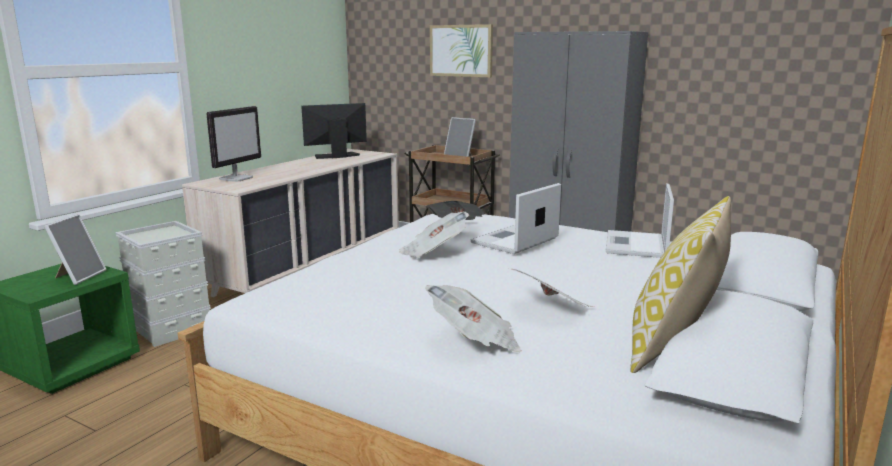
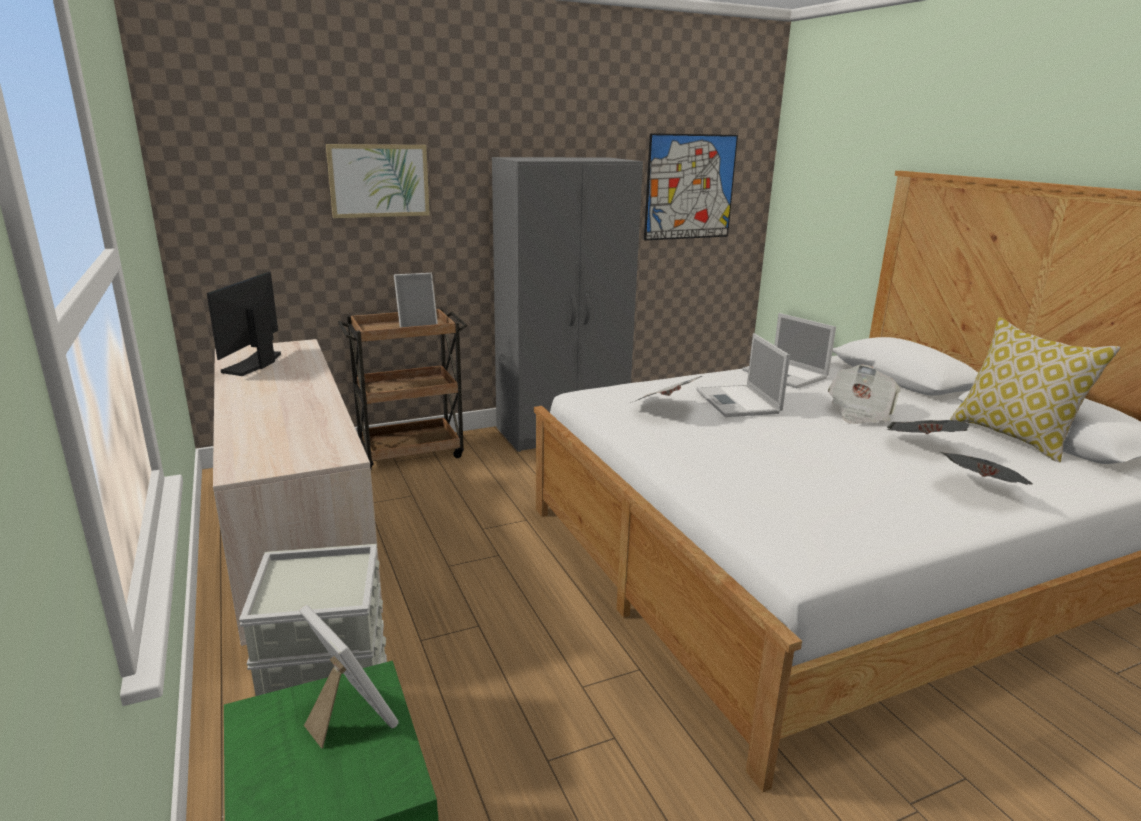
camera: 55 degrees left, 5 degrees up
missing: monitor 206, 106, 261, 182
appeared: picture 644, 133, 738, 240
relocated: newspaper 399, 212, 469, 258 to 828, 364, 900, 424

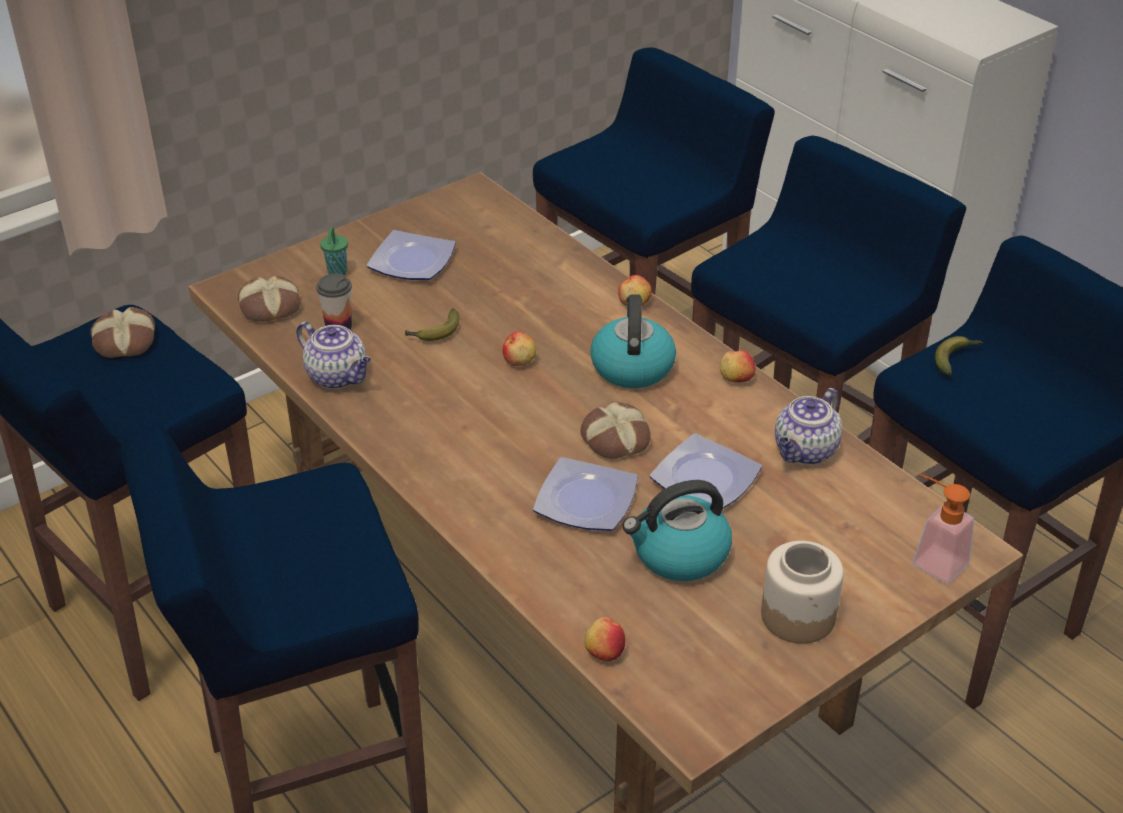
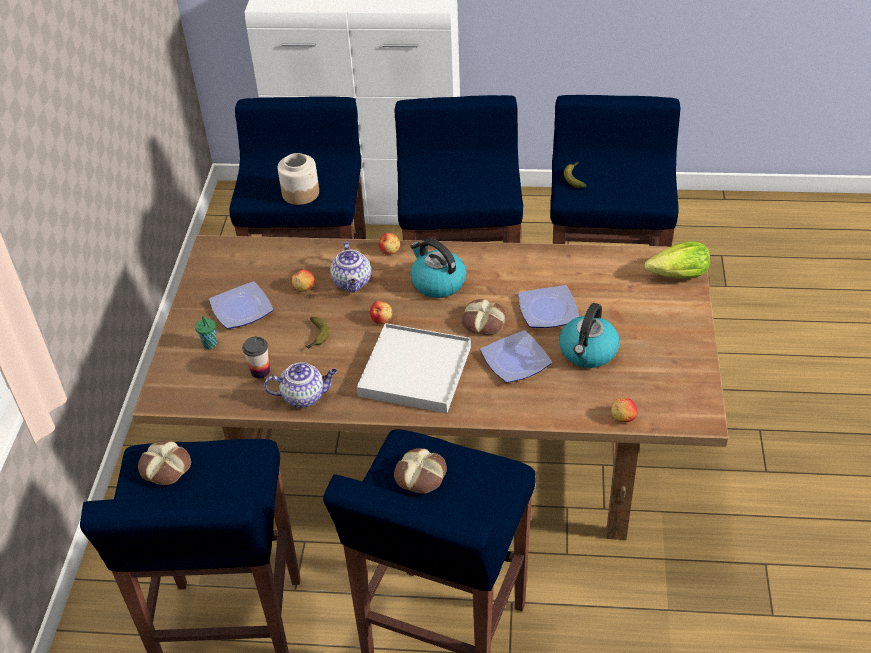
camera: 45 degrees left, 5 degrees up
appeared: white tray 357, 323, 471, 413
relocated: bread 238, 276, 300, 322 to 394, 448, 447, 494; apple 720, 350, 755, 382 to 292, 269, 315, 292; teapot 775, 388, 842, 465 to 330, 242, 371, 293; jar 761, 541, 844, 644 to 278, 153, 319, 205
exchanged: soap dispenser 913, 474, 974, 583 to lettuce 645, 241, 710, 278

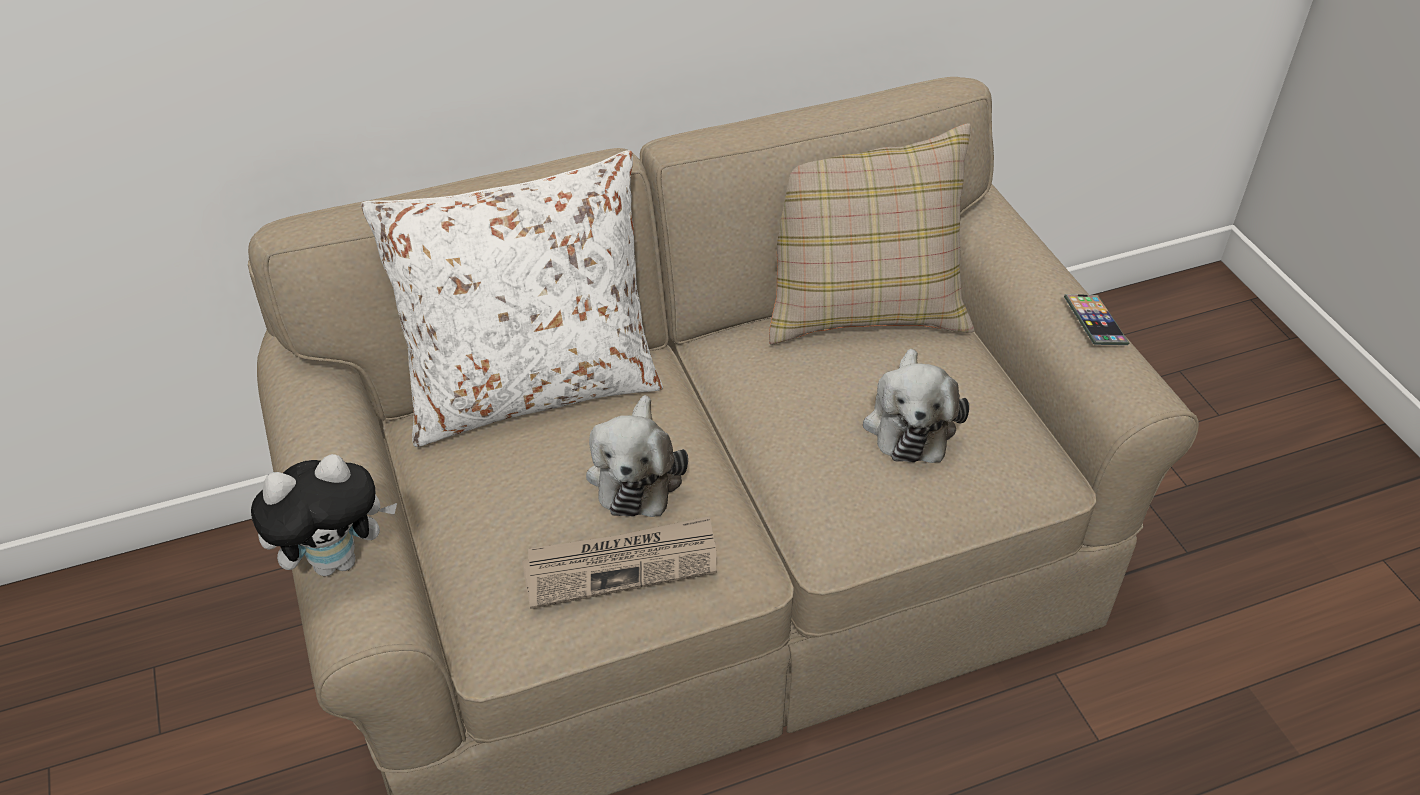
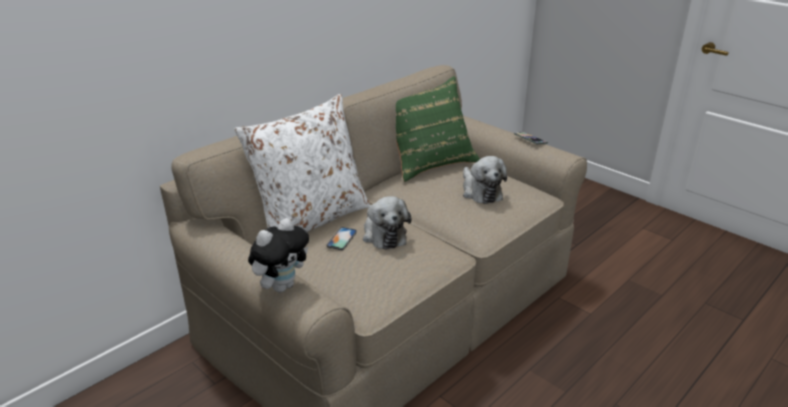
camera: 25 degrees left, 15 degrees down
missing: newspaper 522, 516, 717, 609
appeared: phone 327, 227, 357, 250
colour: beige pillow 769, 124, 975, 345 to green pillow 396, 76, 480, 182

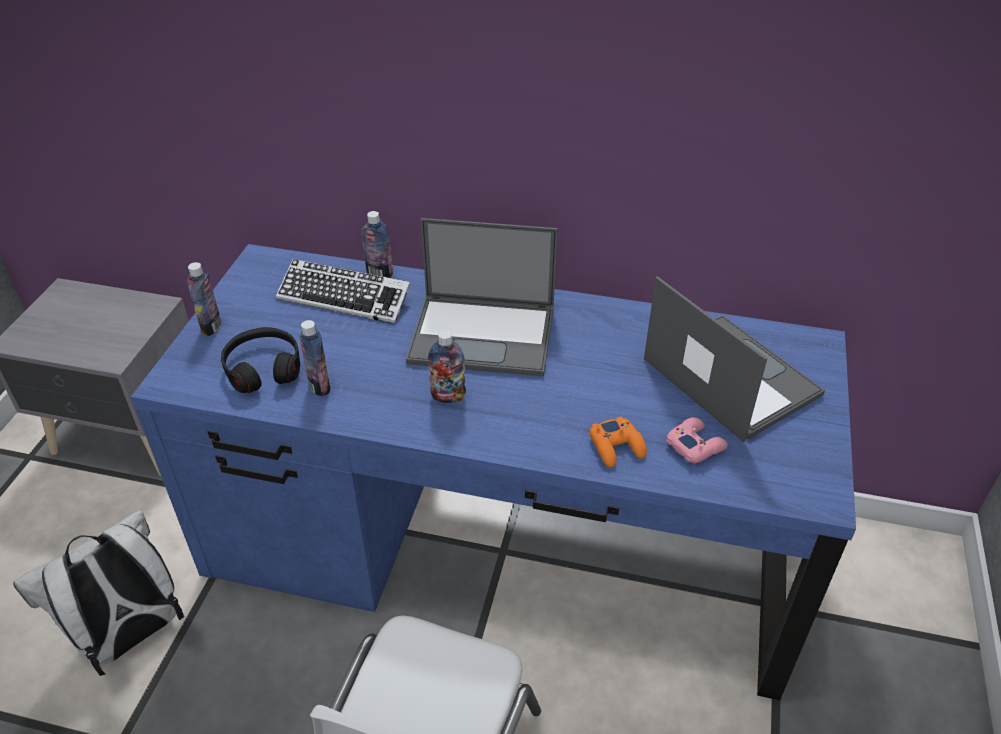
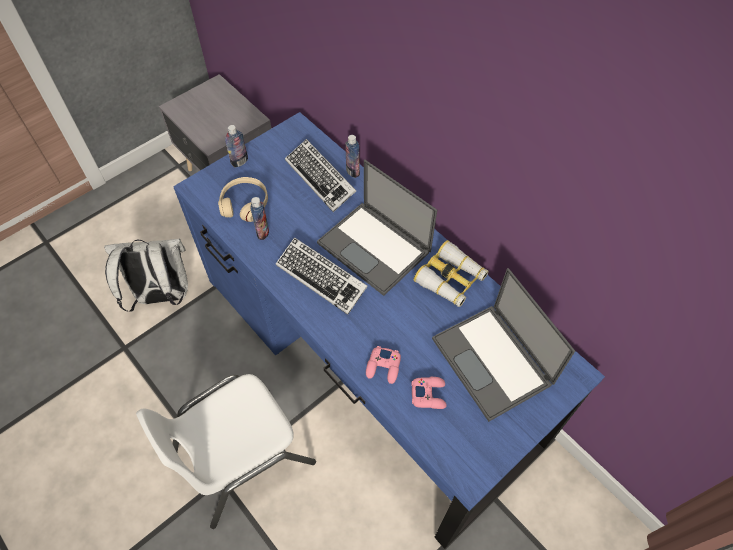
camera: 35 degrees right, 15 degrees up
appeared: binoculars 414, 240, 489, 307
exchanged: bottle 428, 330, 466, 403 to keyboard 276, 237, 368, 315
colour: black headphones 221, 327, 300, 393 to beige headphones 218, 177, 268, 222; orange game controller 590, 417, 647, 467 to pink game controller 366, 346, 401, 384
spun: laptop 644, 276, 825, 442 = 432, 268, 575, 422 150 degrees clockwise

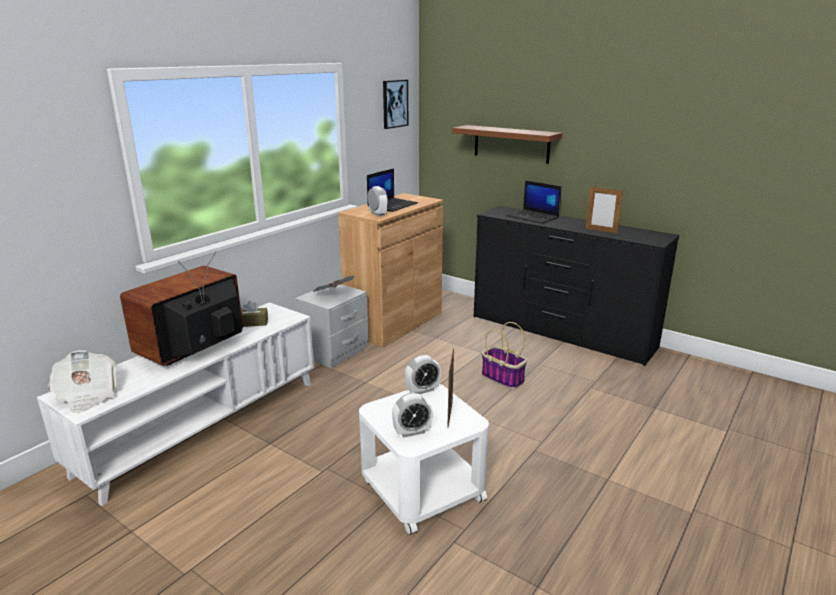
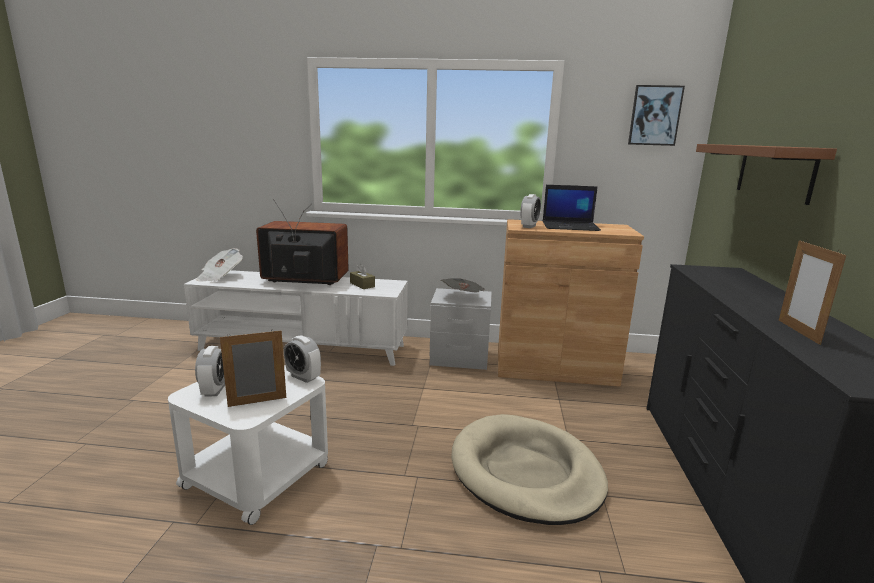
camera: 60 degrees right, 5 degrees down
missing: laptop 506, 181, 562, 224
exchanged: basket 482, 322, 527, 389 to beige dog bed 451, 414, 608, 525
spun: alarm clock 392, 393, 433, 438 = 195, 346, 225, 396 135 degrees counterclockwise

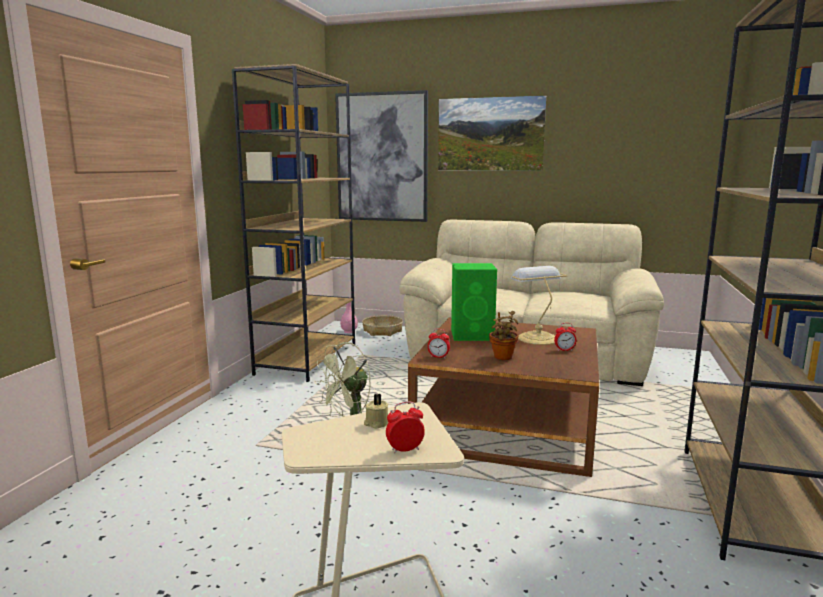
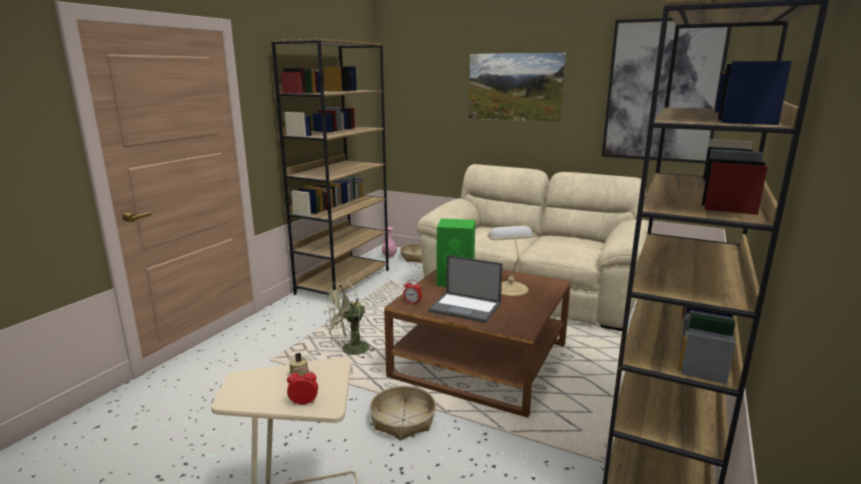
camera: 10 degrees right, 5 degrees up
missing: alarm clock 554, 323, 576, 351
appeared: basket 370, 386, 436, 440
relocated: picture 335, 90, 428, 222 to 602, 18, 732, 163
exchanged: potted plant 489, 311, 518, 360 to laptop 429, 255, 503, 323

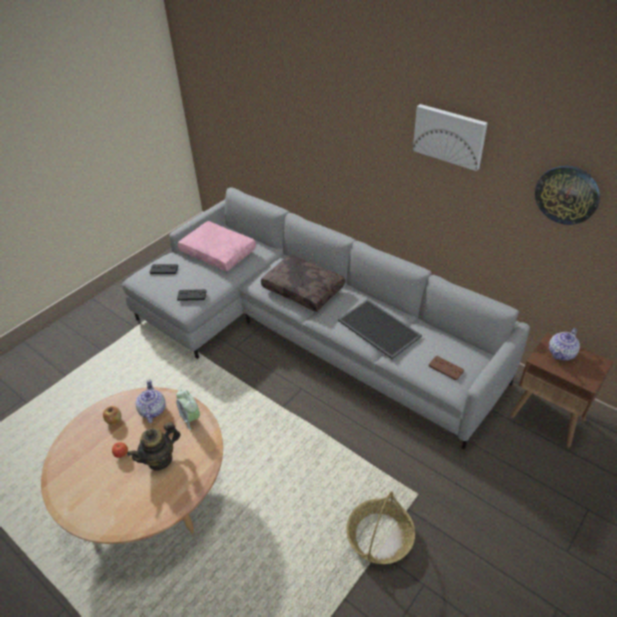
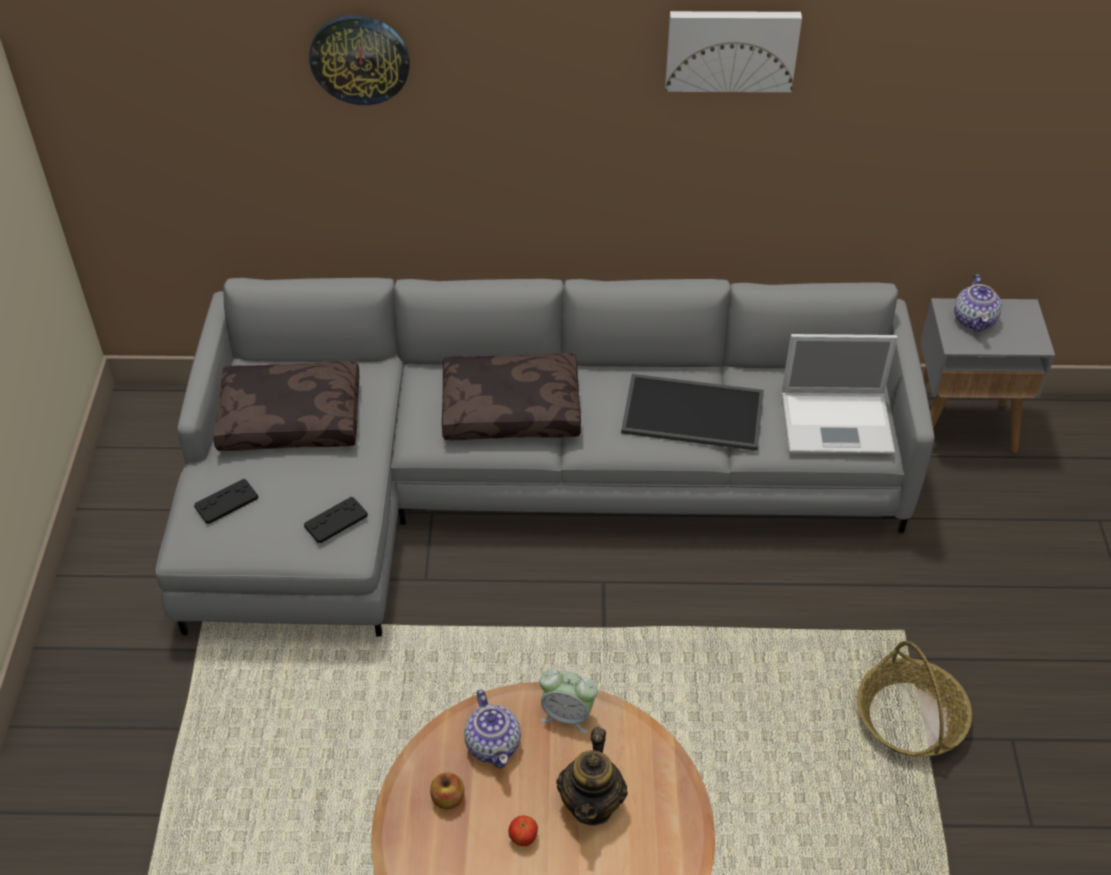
camera: 40 degrees left, 5 degrees up
relocated: wall clock 535, 166, 600, 225 to 309, 15, 410, 105
exchanged: brown game controller 429, 356, 464, 380 to laptop 782, 334, 898, 454
colour: pink pillow 178, 221, 256, 272 to brown pillow 213, 361, 359, 451; brown side table 510, 332, 613, 447 to grey side table 920, 298, 1055, 453
spun: teapot 136, 379, 166, 423 = 464, 689, 521, 768 150 degrees counterclockwise

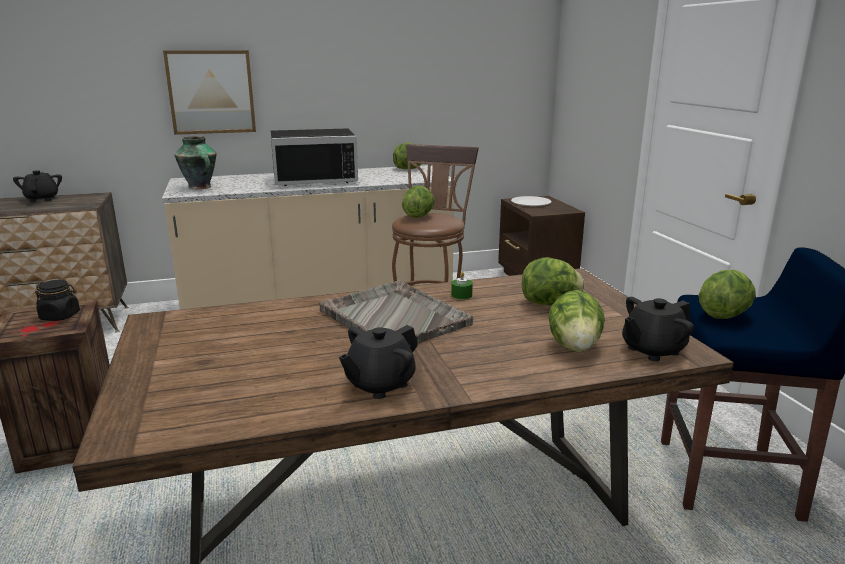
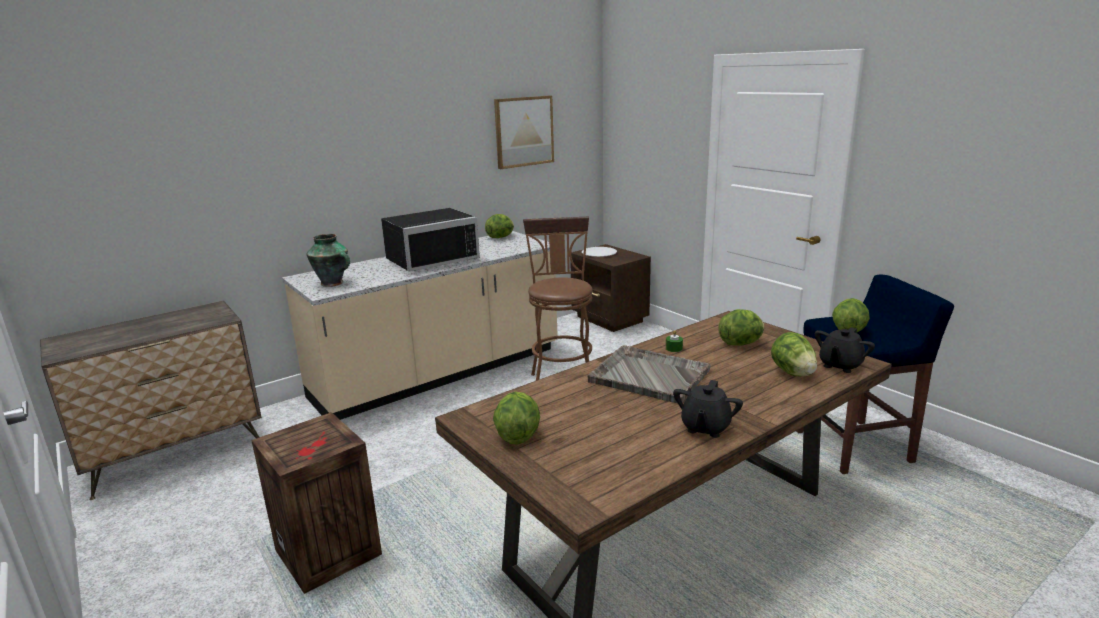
camera: 20 degrees left, 0 degrees up
missing: black teapot 13, 170, 62, 202; black jar 35, 280, 80, 321
relocated: picture 163, 50, 256, 135 to 494, 95, 554, 169; lettuce 402, 186, 435, 218 to 493, 392, 540, 445

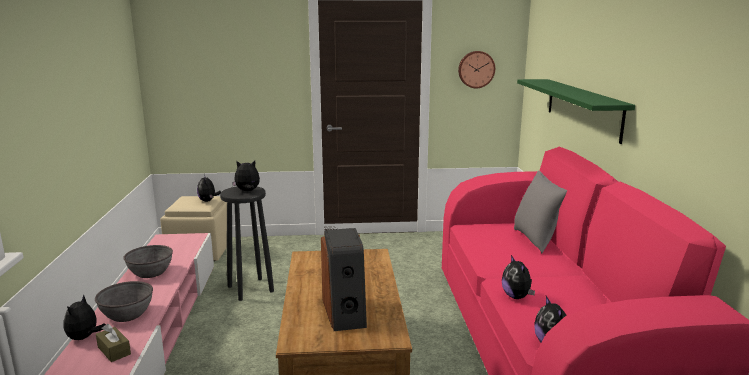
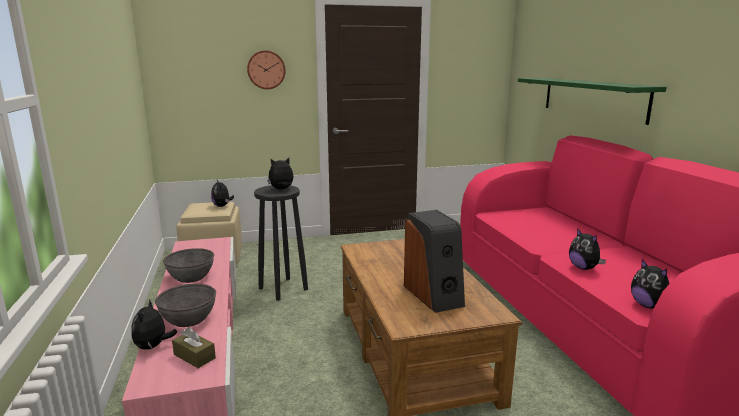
camera: 10 degrees left, 0 degrees up
missing: grey pillow 514, 171, 567, 253
relocated: wall clock 458, 51, 495, 88 to 247, 50, 286, 89

